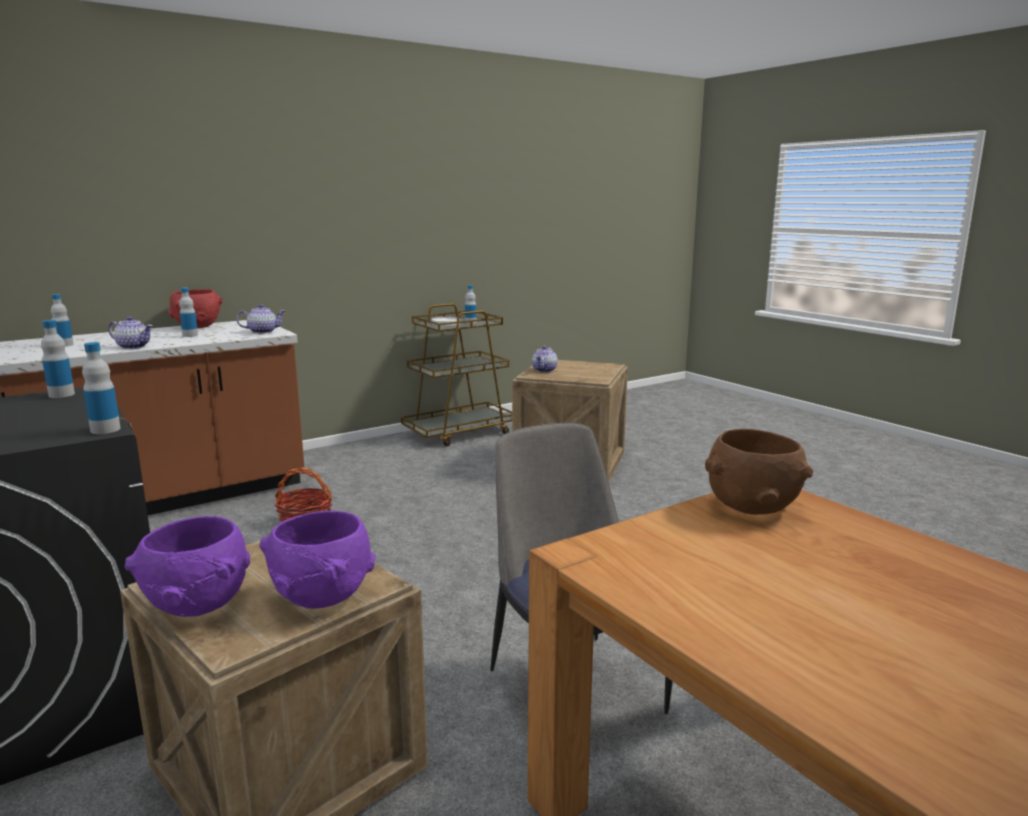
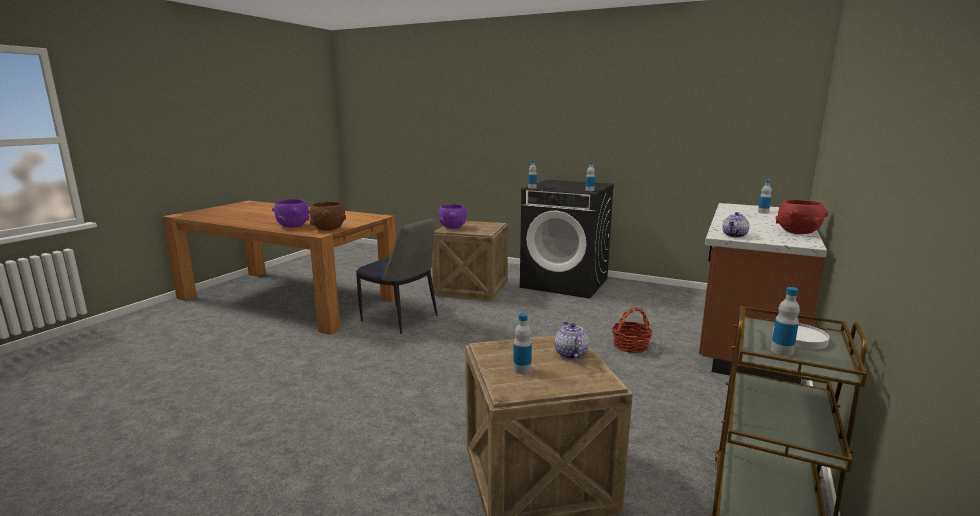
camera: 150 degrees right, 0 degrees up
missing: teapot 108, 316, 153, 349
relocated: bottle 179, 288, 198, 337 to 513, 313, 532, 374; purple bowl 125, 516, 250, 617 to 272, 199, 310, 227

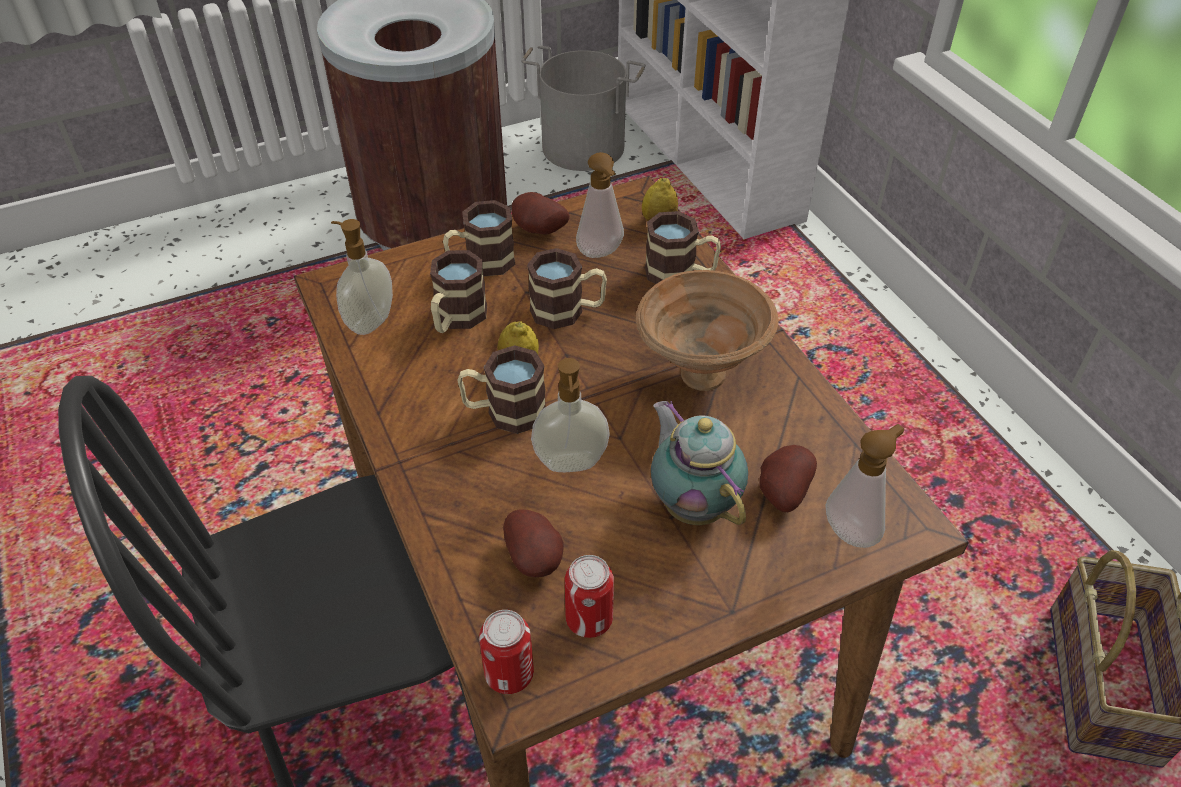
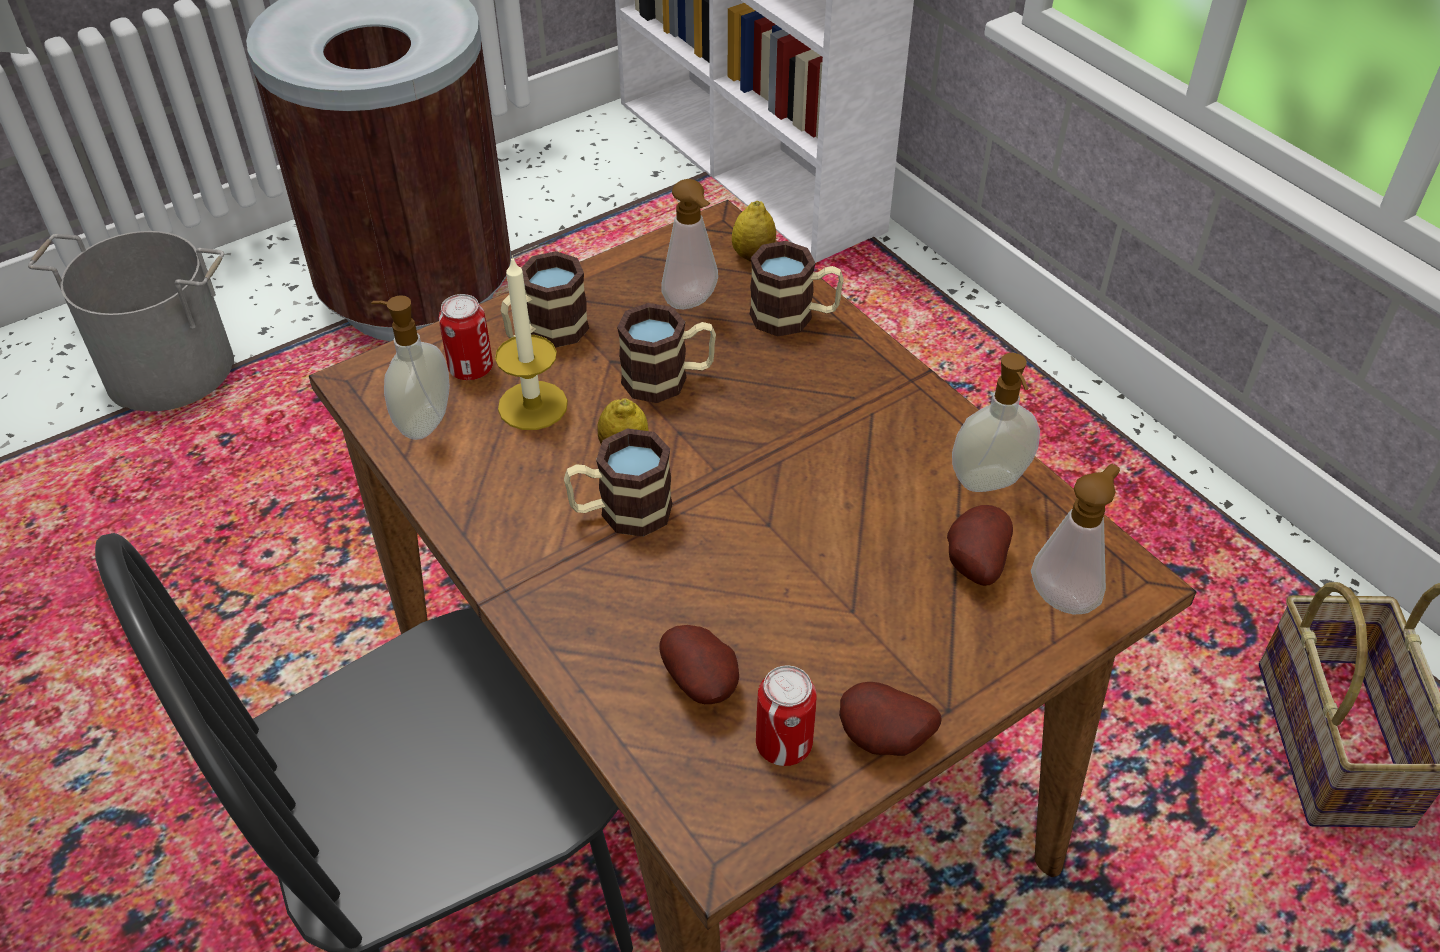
camera: 10 degrees left, 0 degrees up
missing: brown bowl 636, 270, 779, 391; teapot 651, 401, 748, 525
relocated: grey bucket 521, 46, 646, 171 to 28, 231, 234, 412; potato 512, 192, 570, 235 to 839, 682, 942, 756; soap dispenser 531, 358, 610, 472 to 952, 353, 1040, 492; can 479, 610, 534, 694 to 439, 294, 493, 380
exchanged: mug 430, 250, 487, 333 to candle 495, 256, 568, 430

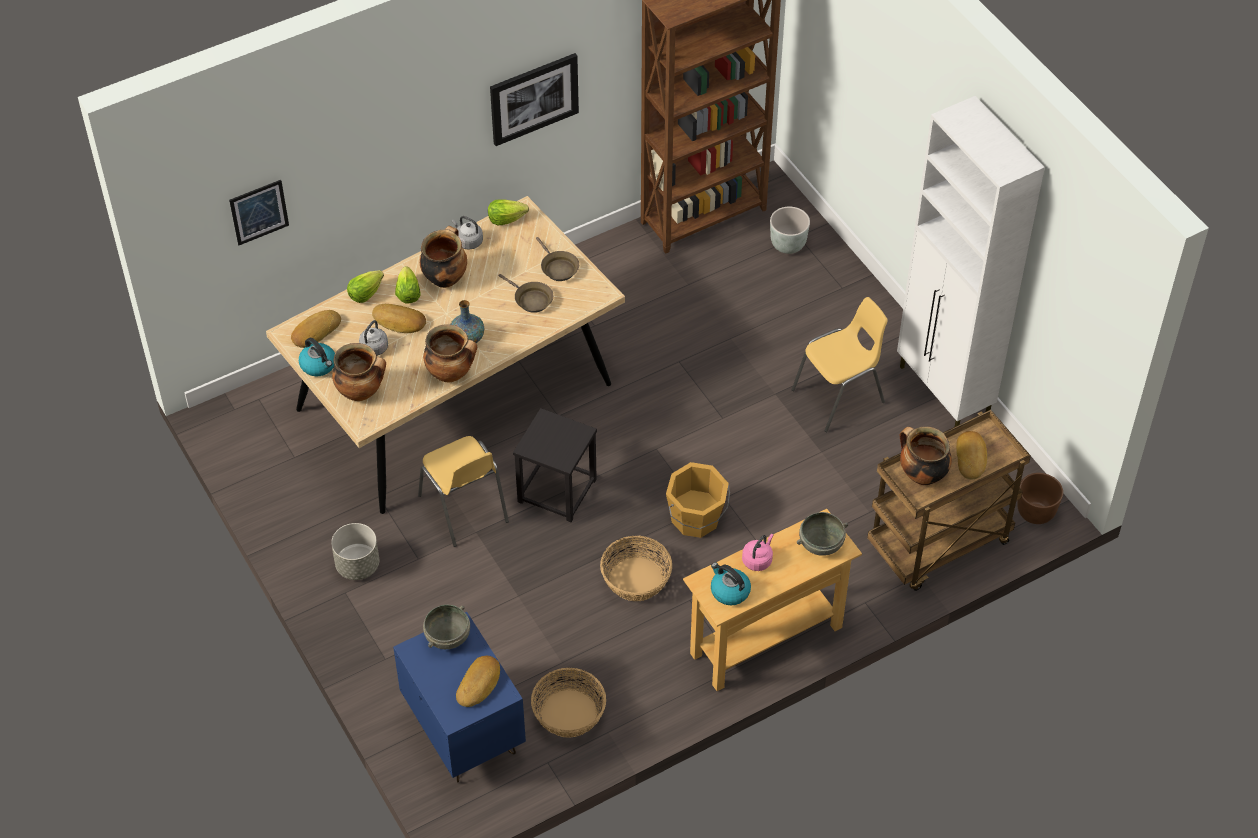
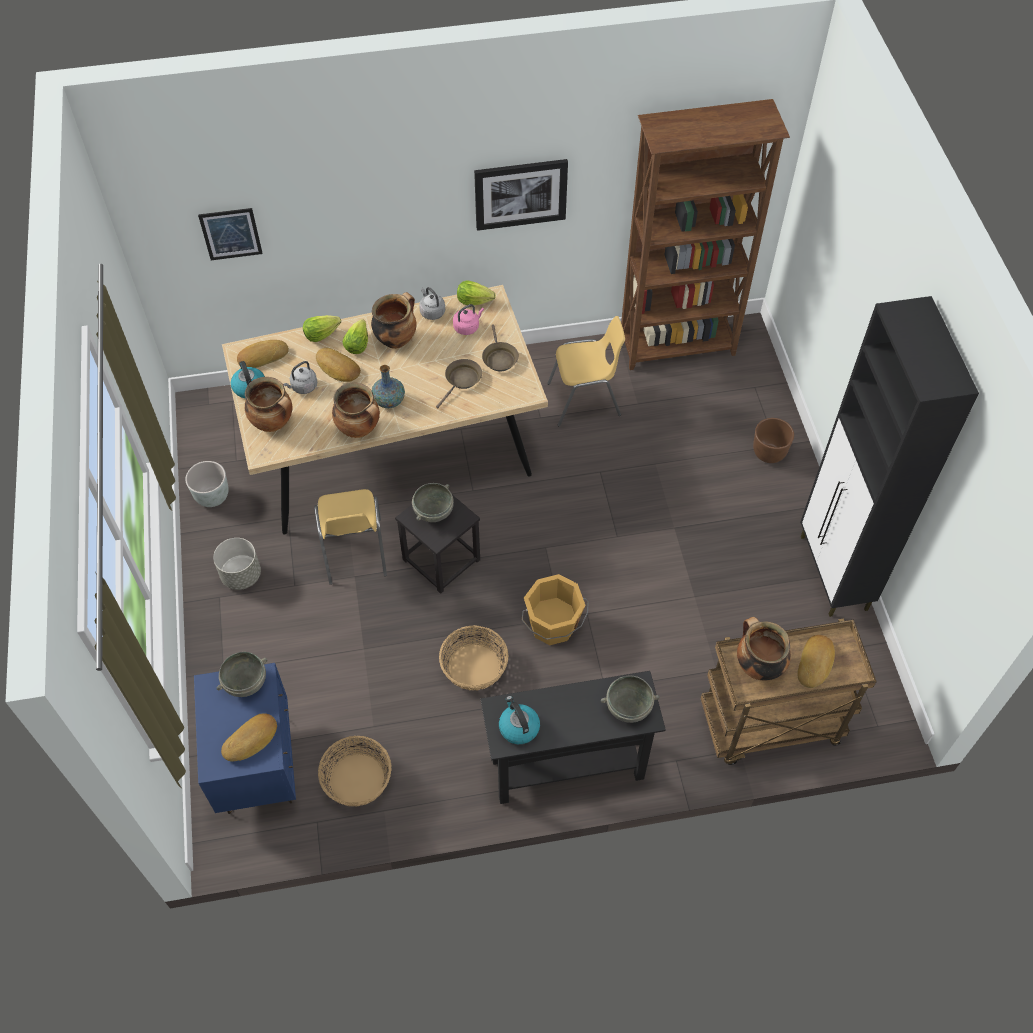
camera: 20 degrees right, 5 degrees up
appeared: grey bowl 412, 483, 454, 522
relocated: grey planter 770, 207, 810, 254 to 185, 461, 228, 507; yellow chair 791, 297, 888, 432 to 547, 316, 625, 426; brown planter 1017, 473, 1063, 524 to 753, 418, 794, 463; pink kettle 742, 534, 774, 571 to 453, 304, 484, 335
colour: white cabinet 897, 96, 1045, 427 to black cabinet 800, 296, 979, 617; beige console table 683, 509, 862, 691 to black console table 480, 671, 666, 804
spun: brown frying pan 498, 274, 554, 313 = 436, 359, 482, 408 120 degrees counterclockwise

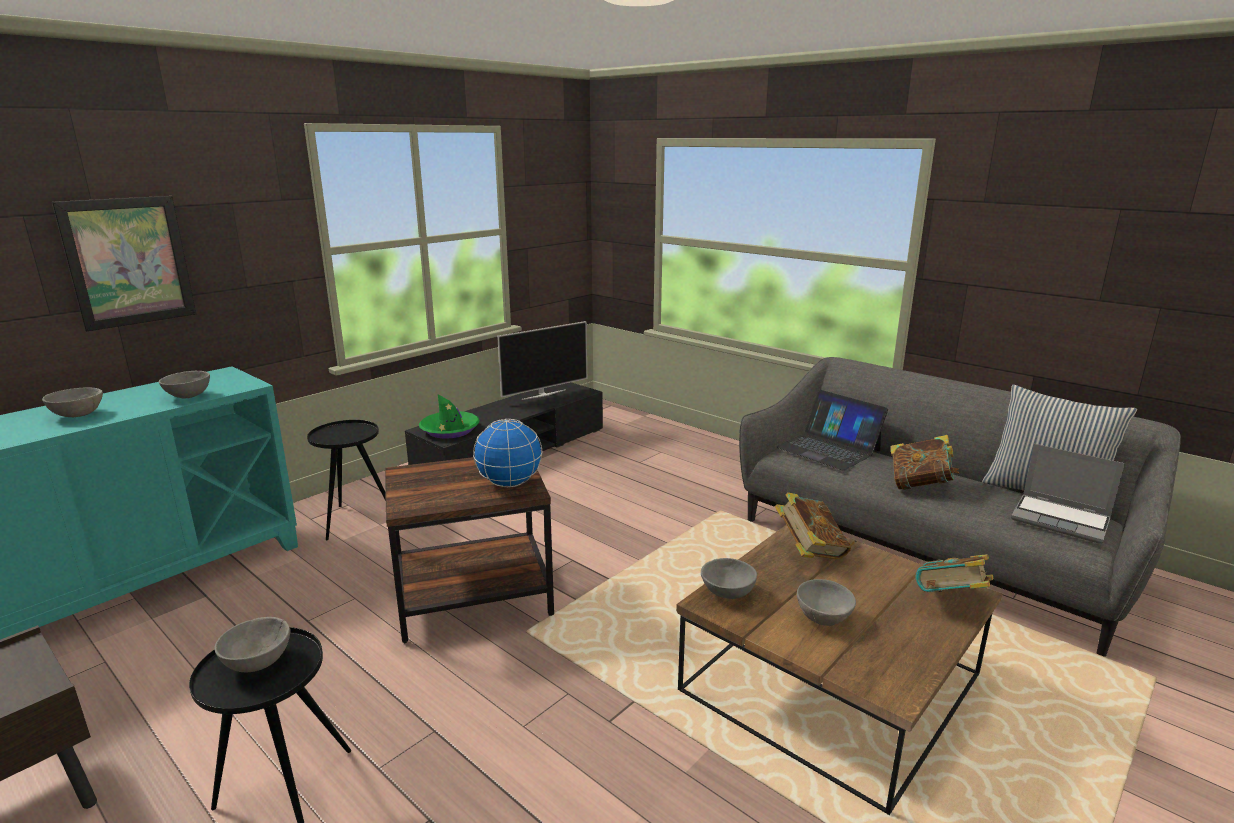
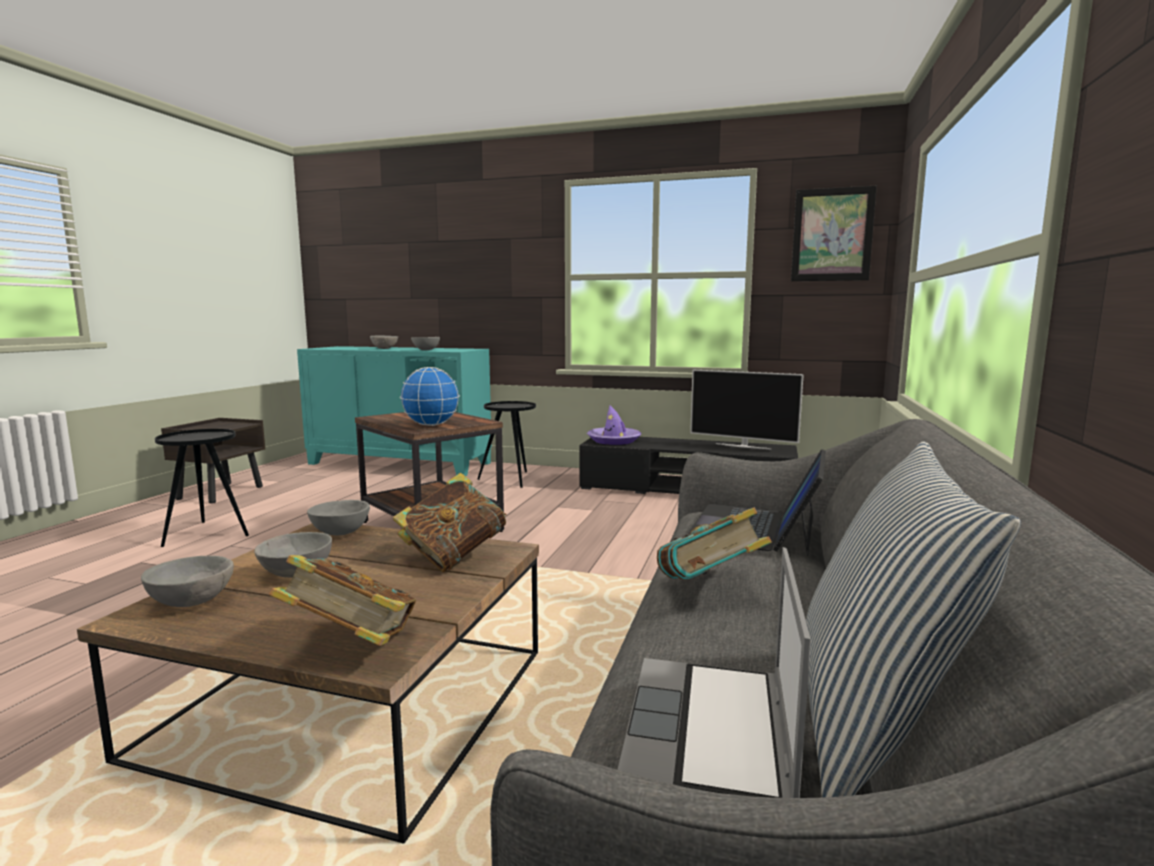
camera: 65 degrees right, 10 degrees down
relocated: picture 52, 196, 196, 332 to 791, 186, 877, 281; grey bowl 214, 617, 291, 672 to 141, 556, 234, 607
colour: green hat 419, 394, 480, 439 to purple hat 587, 405, 641, 445

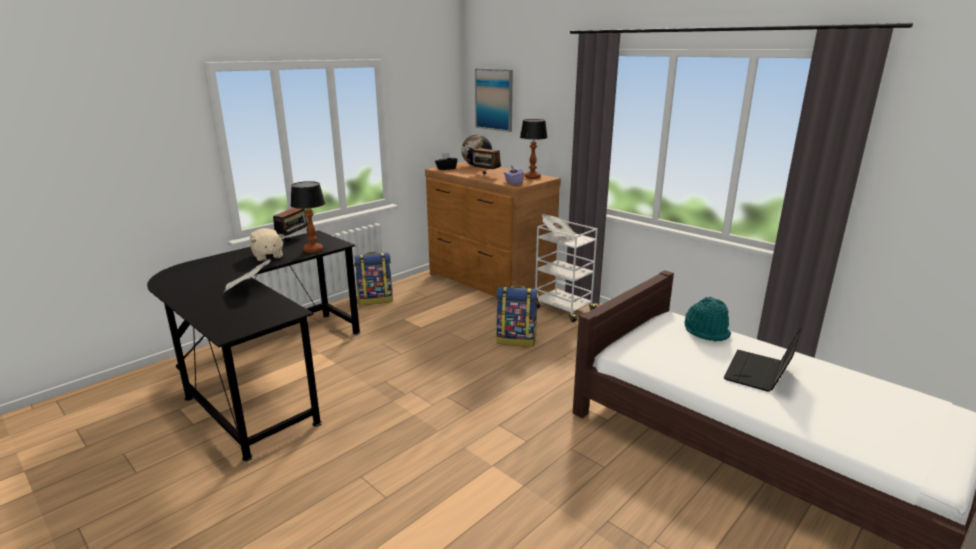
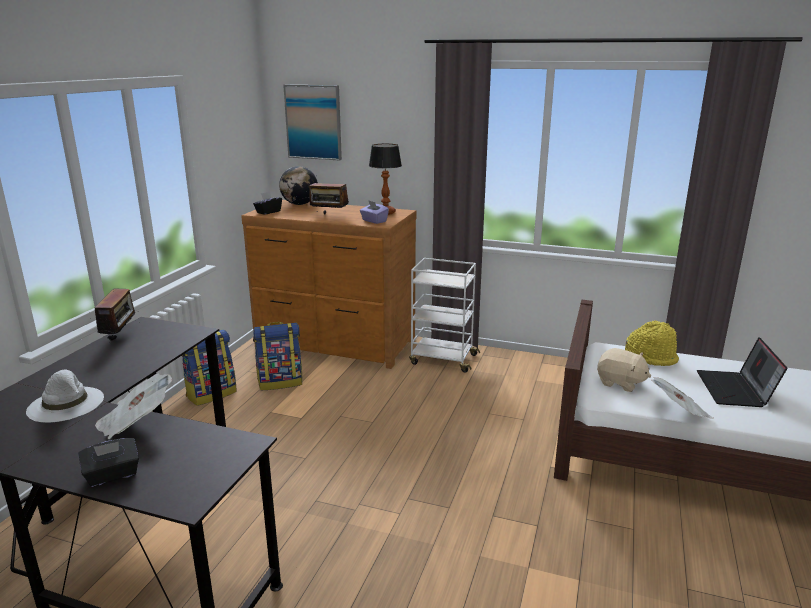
camera: 25 degrees left, 0 degrees up
missing: table lamp 290, 181, 325, 253
appeared: white hat 26, 370, 104, 423; black tissue box 78, 438, 139, 487
relocated: newspaper 542, 214, 576, 241 to 651, 377, 714, 419; beige plush toy 249, 228, 284, 261 to 597, 348, 651, 392; backpack 496, 285, 538, 346 to 253, 322, 302, 390
colour: turquoise hat 684, 296, 731, 341 to yellow hat 625, 320, 679, 366

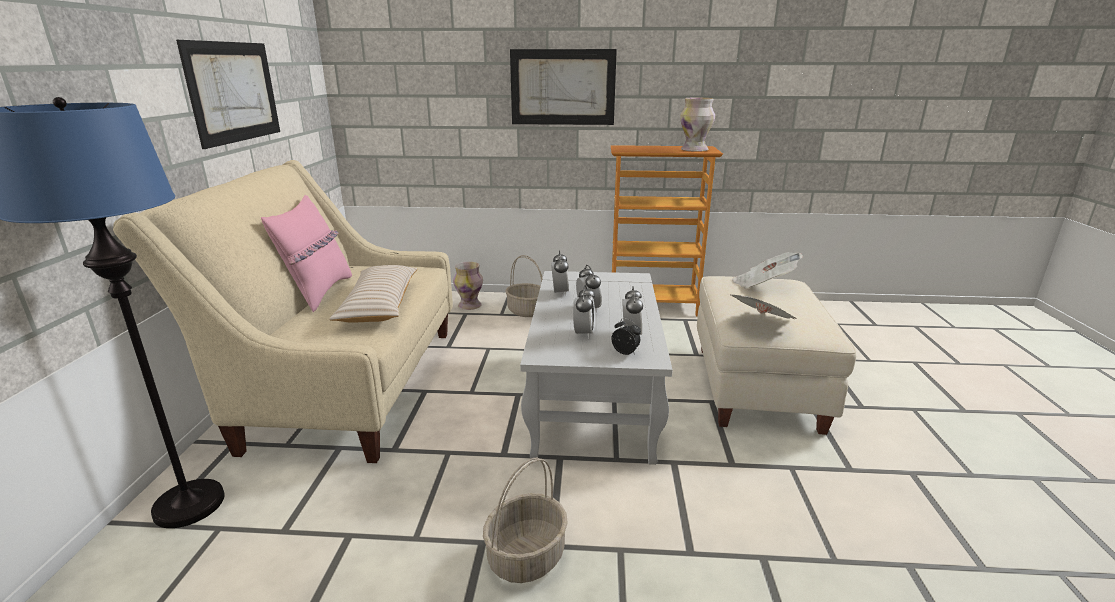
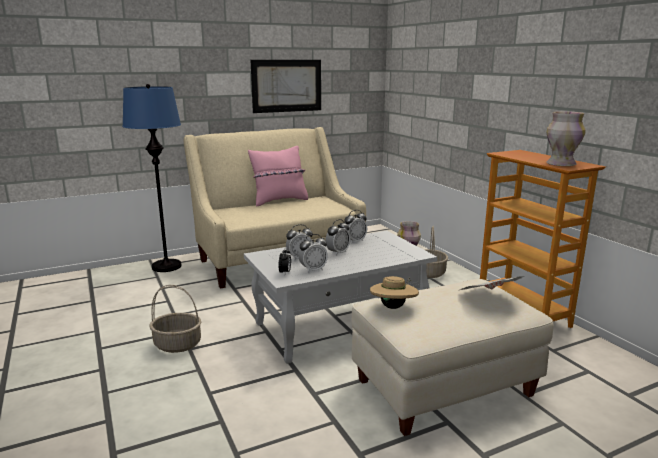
camera: 60 degrees right, 5 degrees down
missing: picture 510, 49, 617, 125; beige pillow 329, 265, 418, 323
exchanged: newspaper 729, 294, 796, 320 to beige hat 370, 276, 419, 309

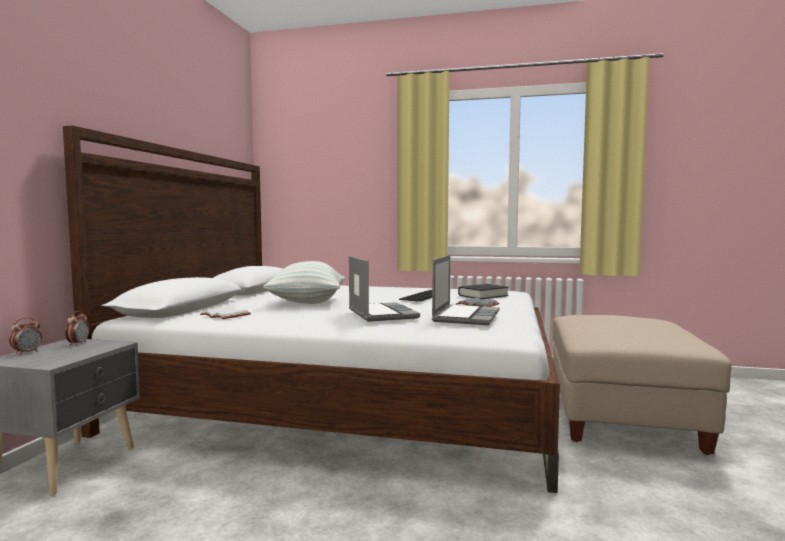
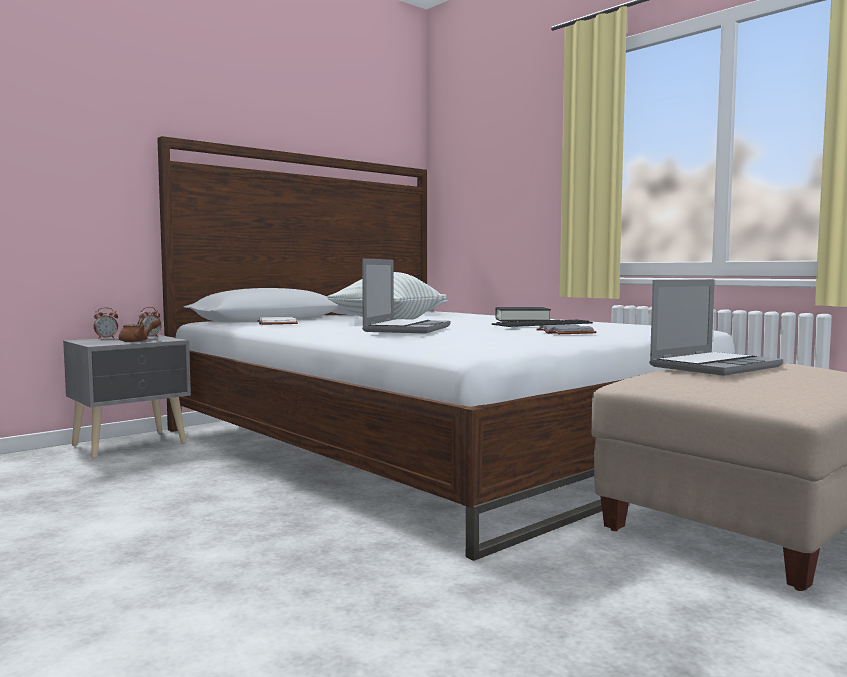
camera: 35 degrees right, 0 degrees up
appeared: brown teapot 119, 319, 161, 342
relocated: laptop 432, 255, 499, 325 to 649, 279, 783, 376; black book 458, 284, 509, 300 to 495, 307, 551, 321

